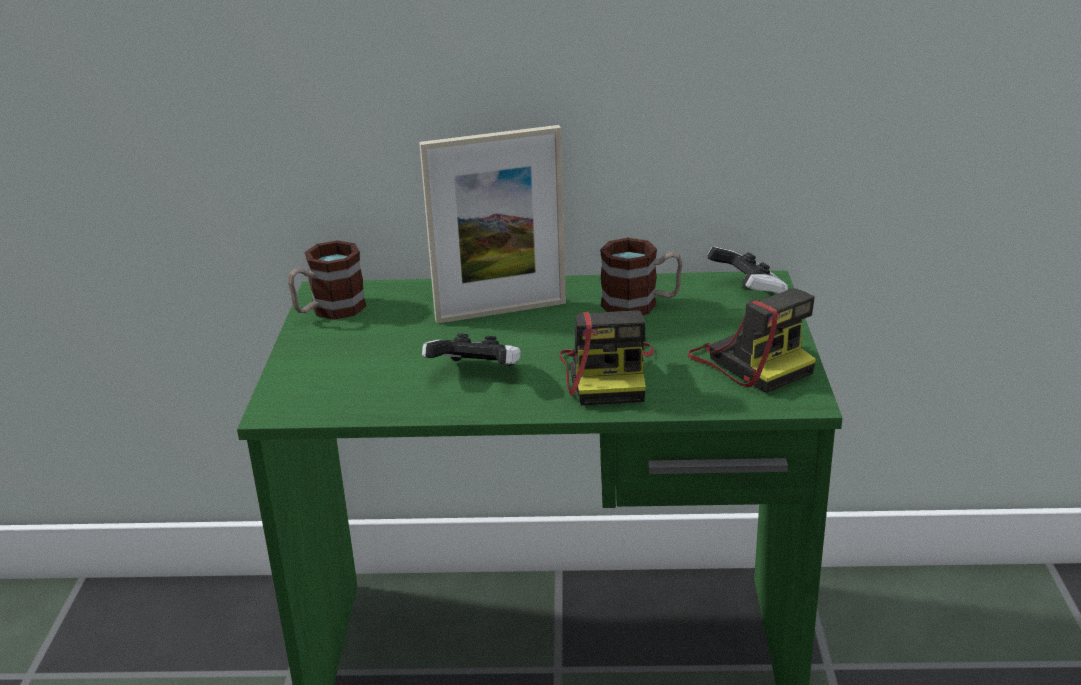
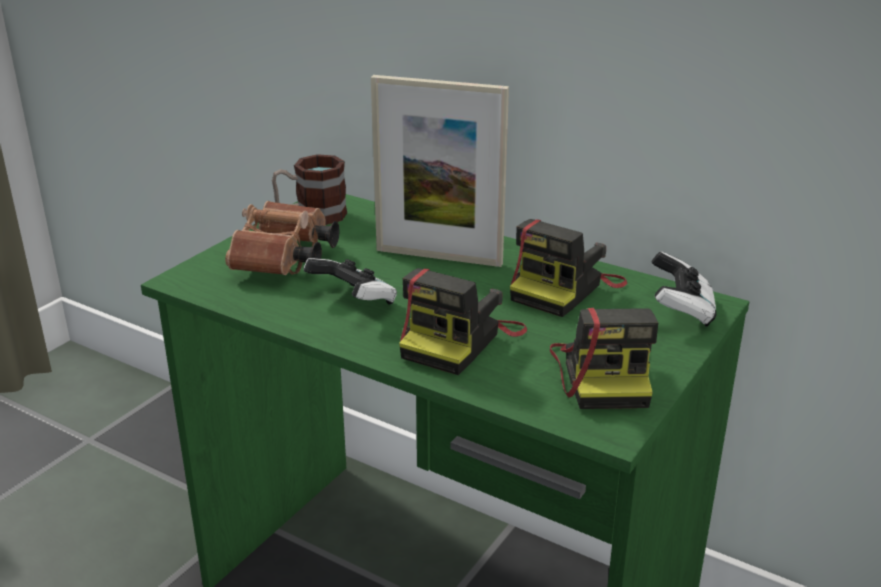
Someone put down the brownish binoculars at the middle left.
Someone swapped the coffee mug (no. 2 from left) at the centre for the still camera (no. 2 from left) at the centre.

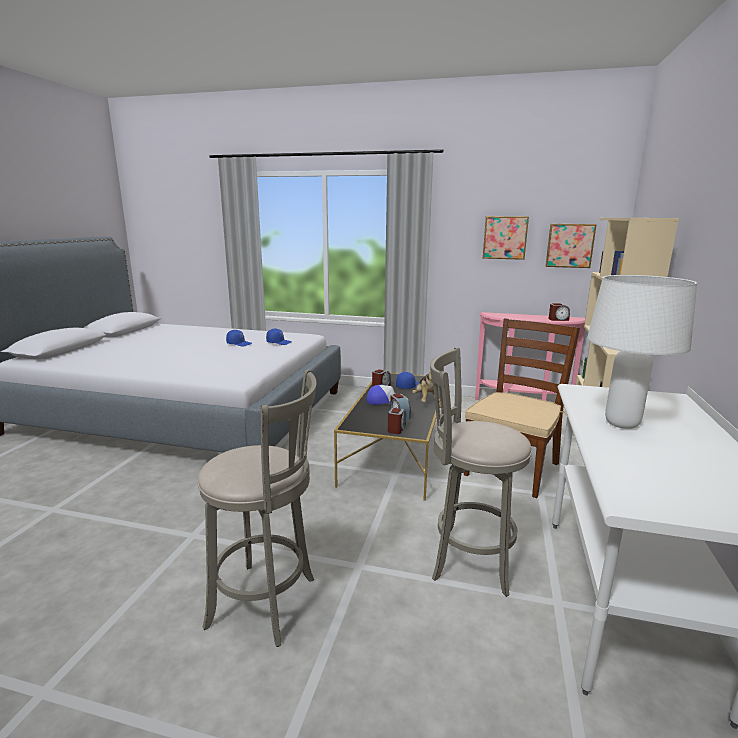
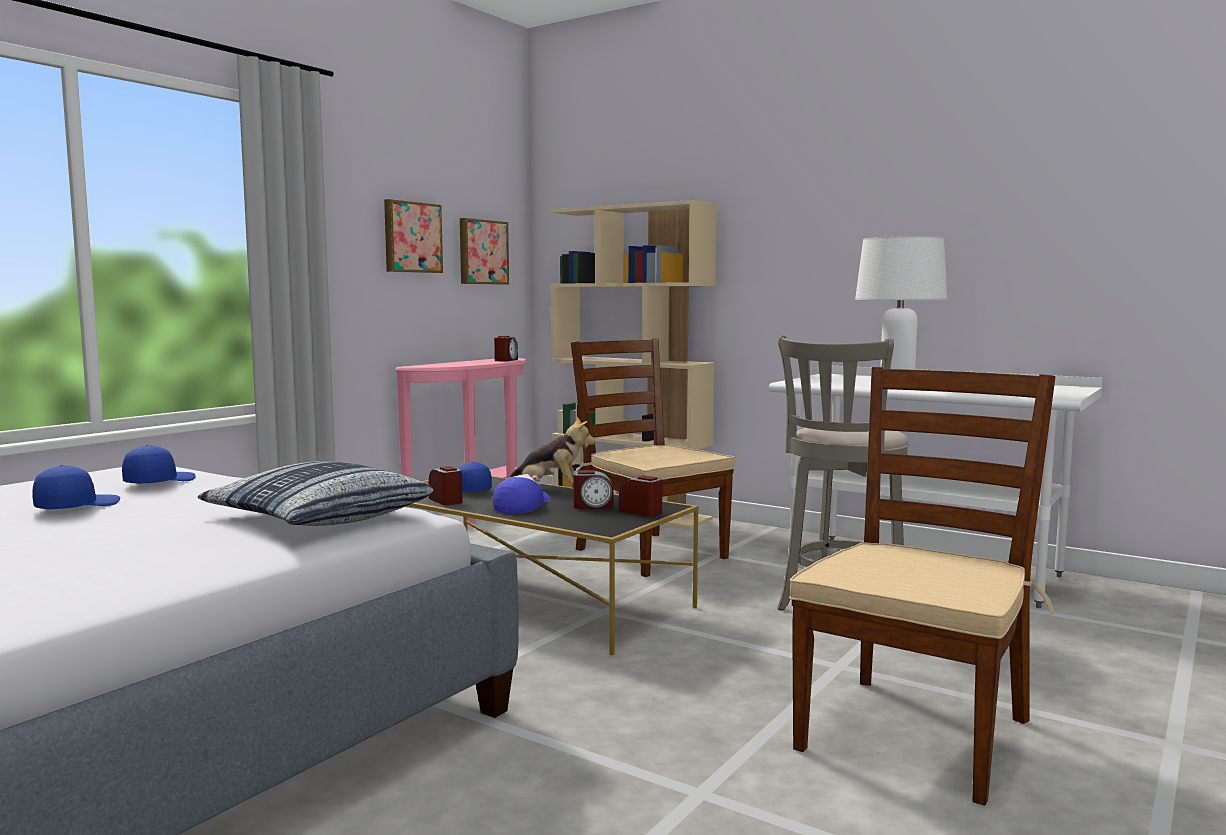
Someone put down the cushion at the middle left.
Someone swapped the grey stool (no. 1 from left) at the bottom centre for the brownish chair (no. 2 from left) at the bottom right.

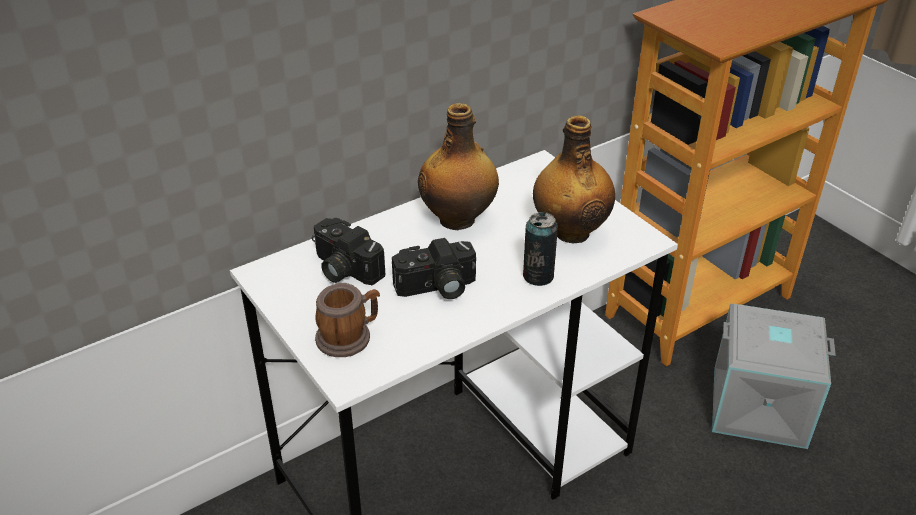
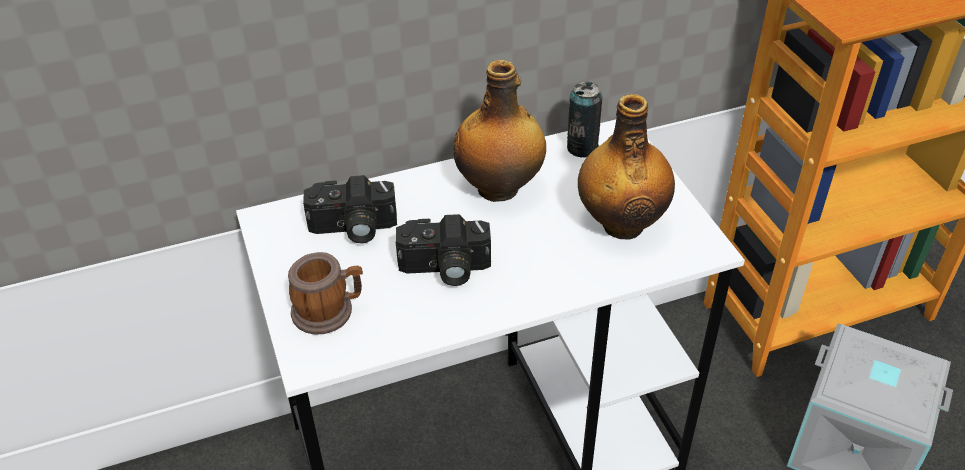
Someone carried the metal can from the centre to the top centre.
Someone rotated the still camera (no. 1 from left) at the centre by 60 degrees counterclockwise.

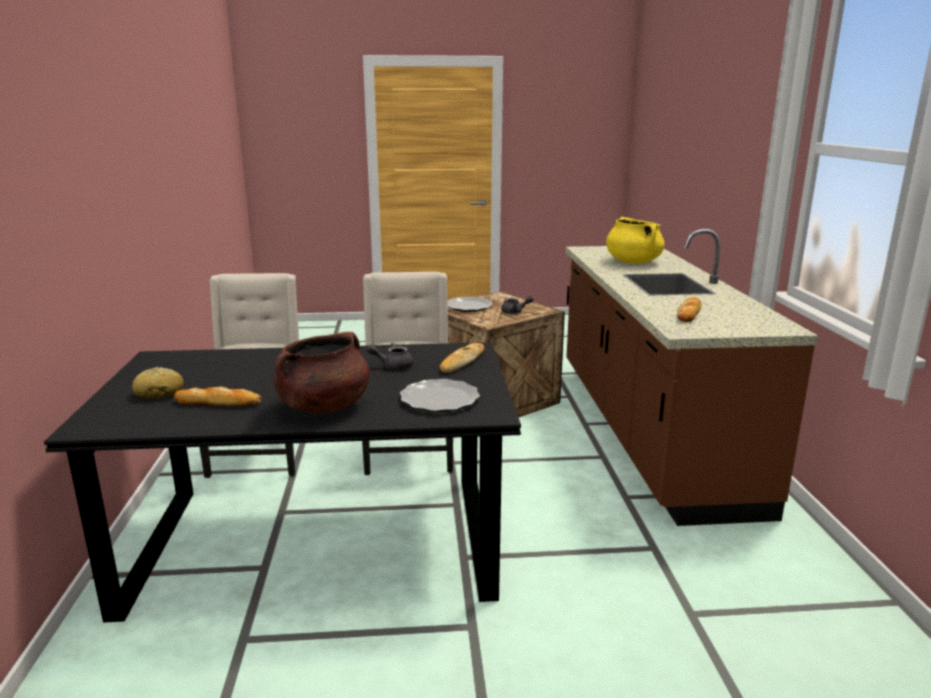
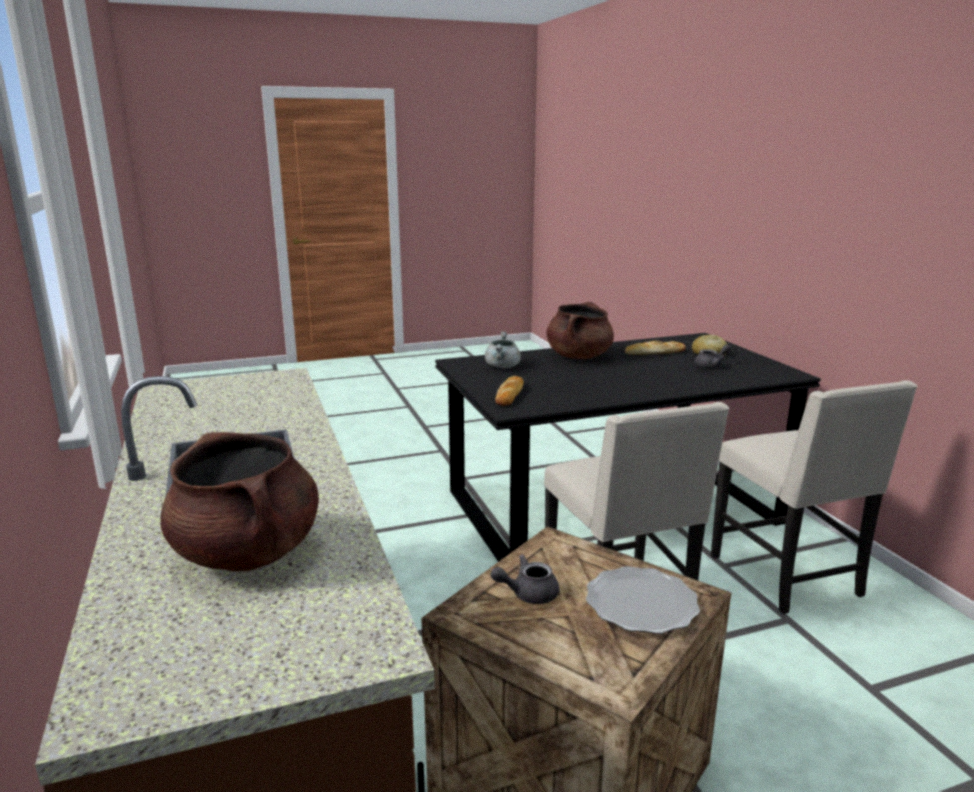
Someone took away the bakery bread (no. 4 from left) at the middle right.
Someone carried the grey pot for tea (no. 1 from left in the first image) from the centre to the middle right.
Someone swapped the flat dish (no. 1 from left) at the centre for the grey cooking pot at the centre.
Someone repainted the yellowish cooking pot at the middle right, which became the brownish cooking pot (no. 1 from left) at the middle left.

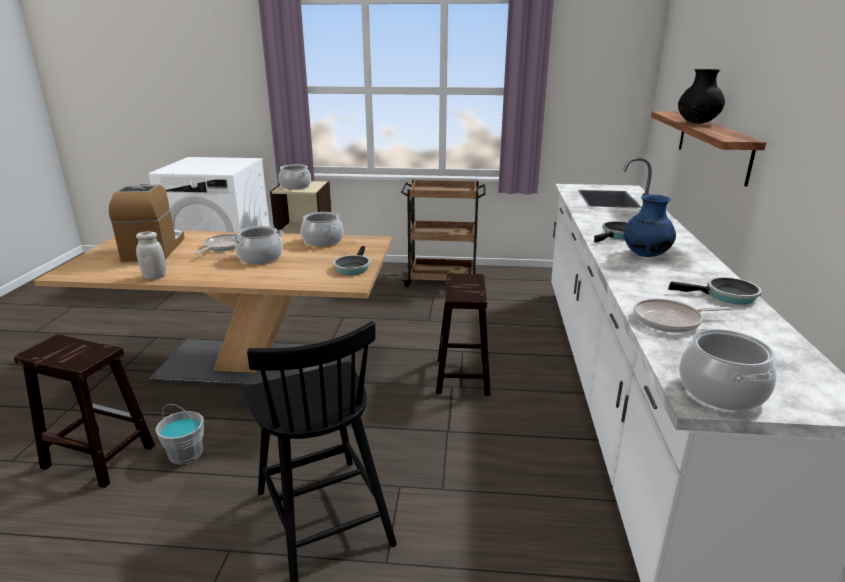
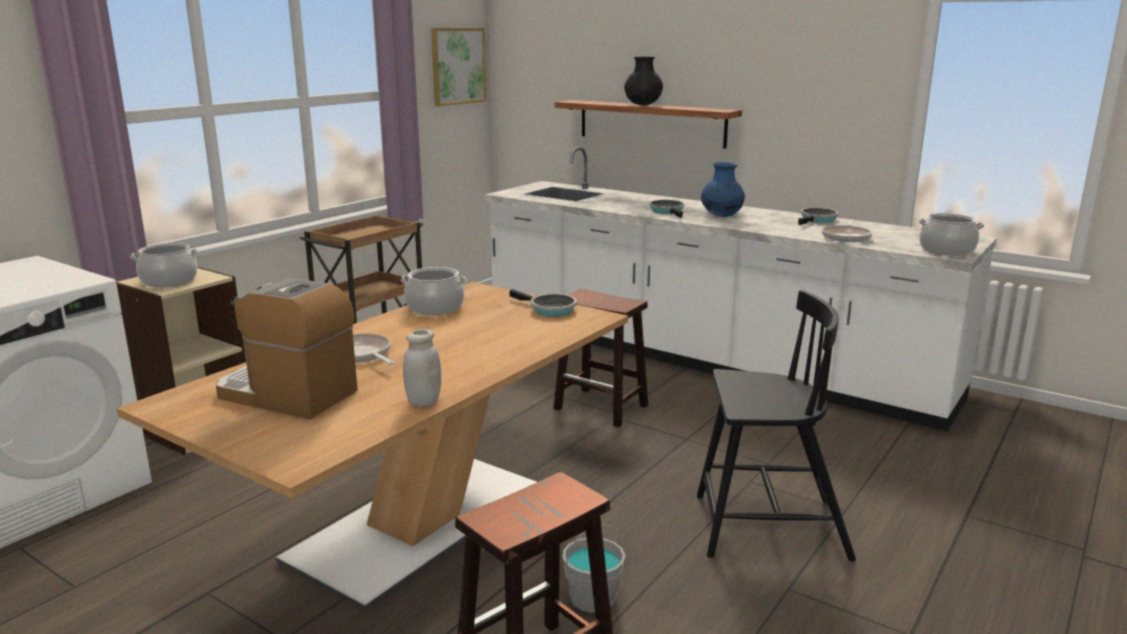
Someone took away the cooking pot (no. 1 from left) at the middle left.
Someone put up the picture at the top centre.

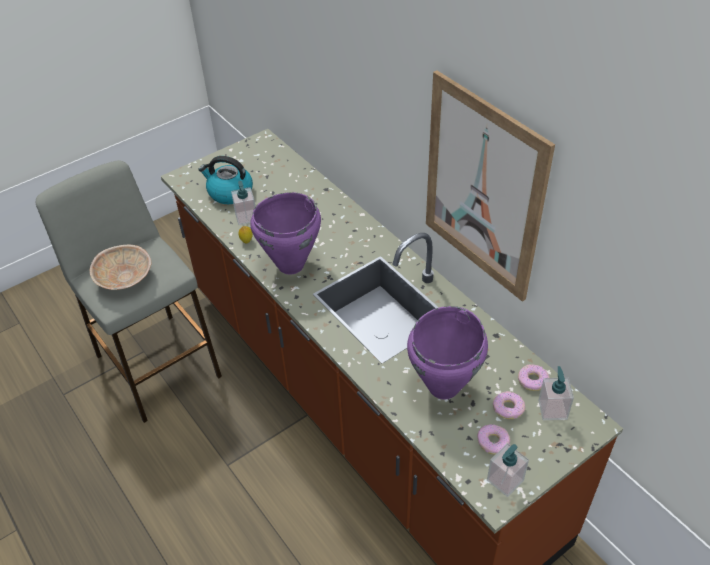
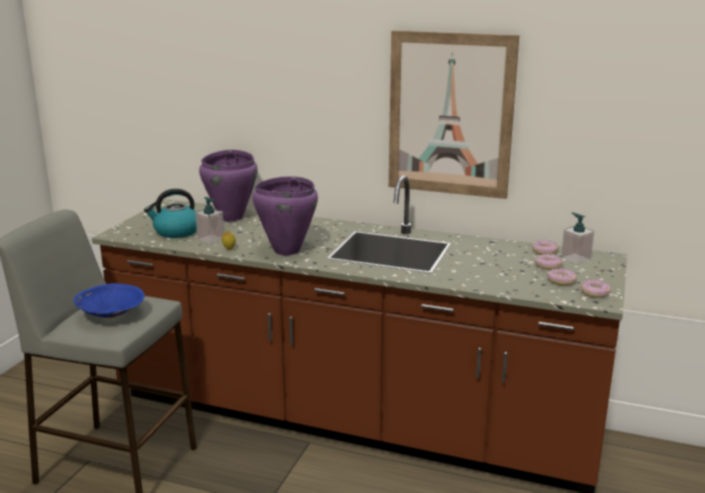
Someone carried the purple-coloured cooking pot (no. 2 from left in the first image) from the centre to the middle left.
Someone swapped the soap dispenser (no. 2 from left) at the bottom right for the donut (no. 4 from left) at the middle right.
Someone repainted the beige bowl at the middle left, which became the bluish bowl at the middle left.

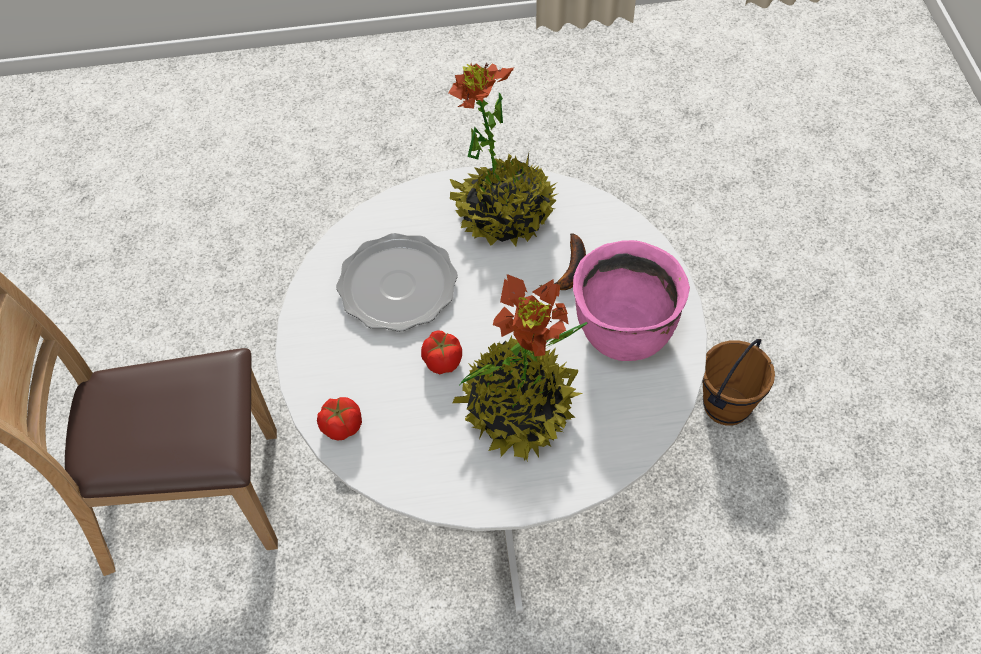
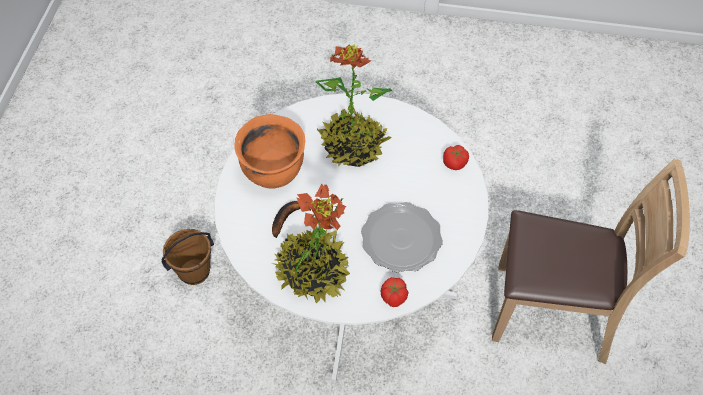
Someone carried the fresh tomato (no. 2 from left in the first image) from the centre to the bottom centre.
Someone repainted the pinkish cooking pot at the centre, which became the orange cooking pot at the centre.

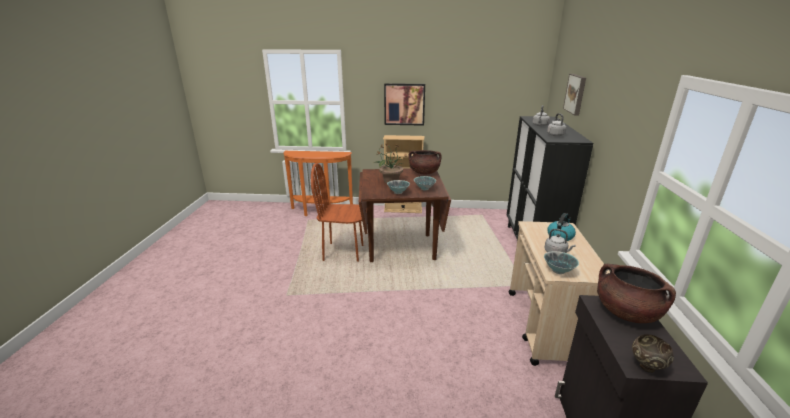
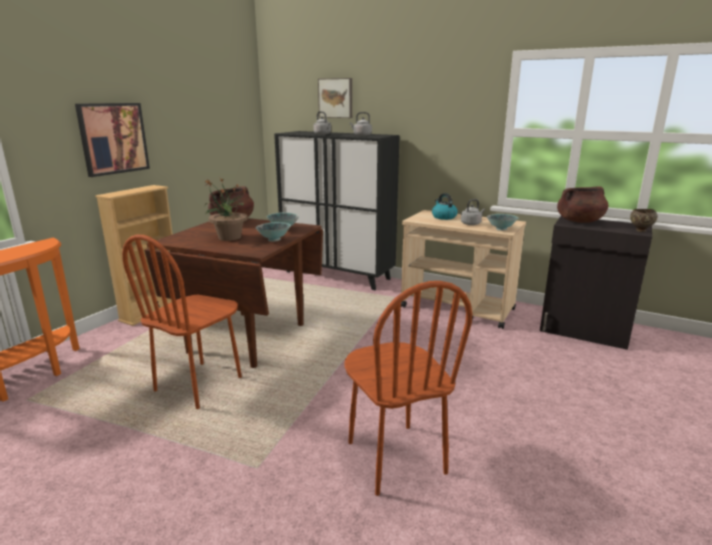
Someone put down the brownish chair (no. 2 from left) at the bottom centre.

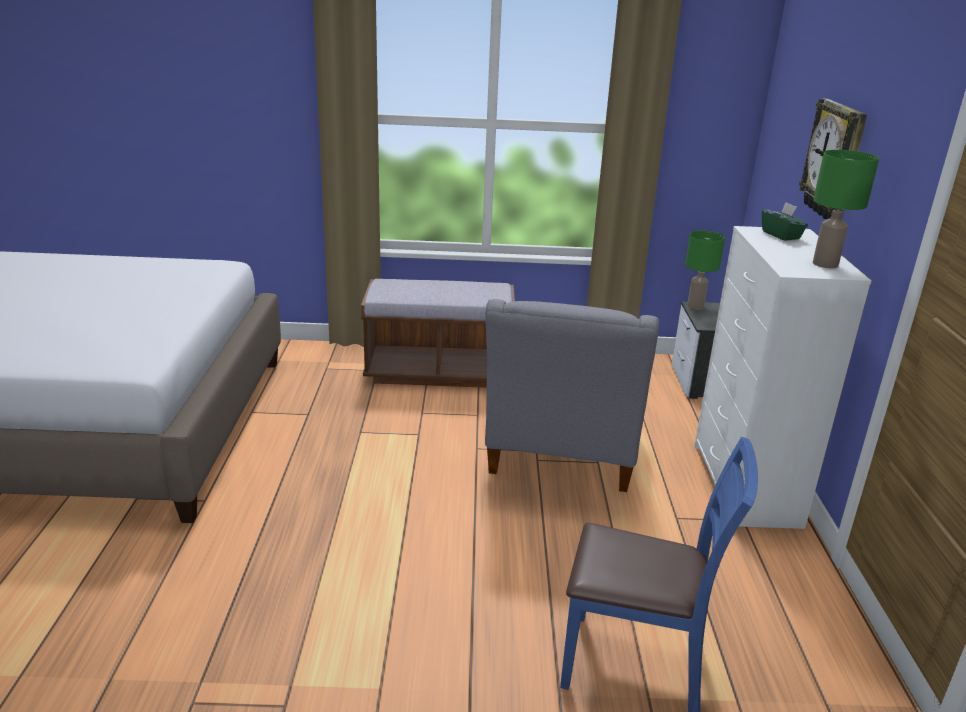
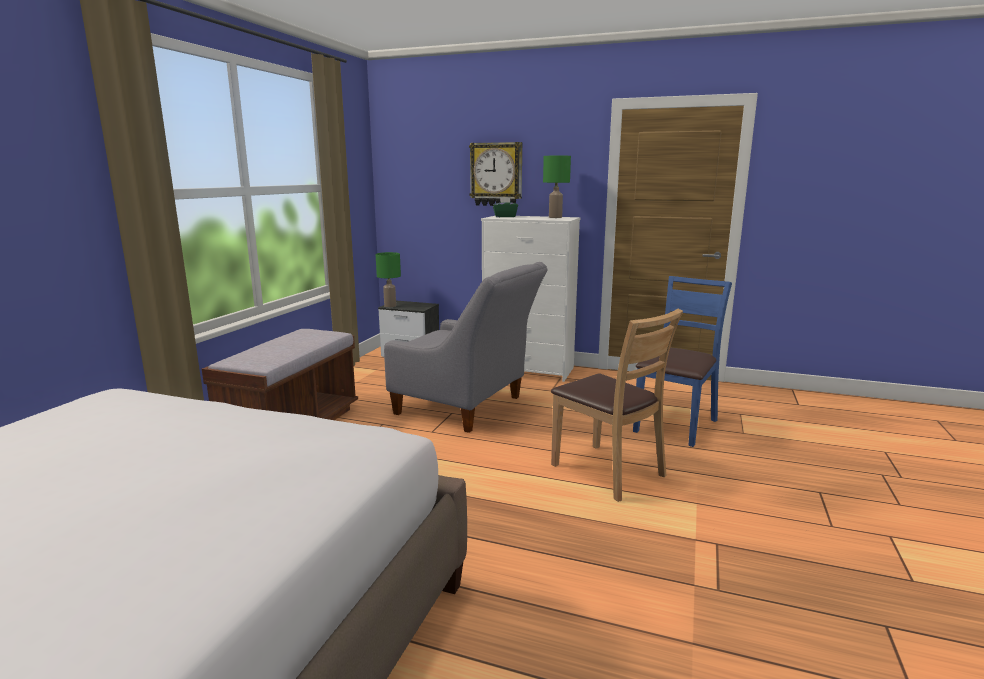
Someone put down the brownish chair at the centre.

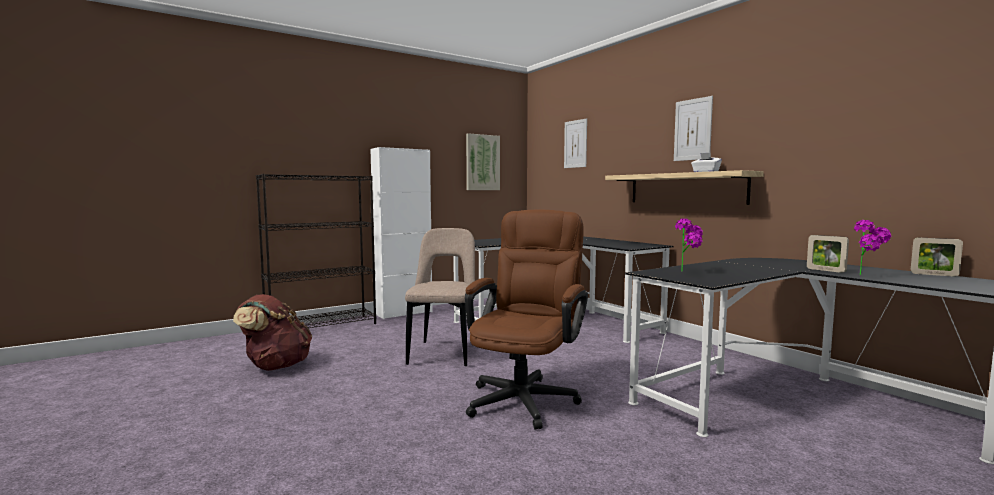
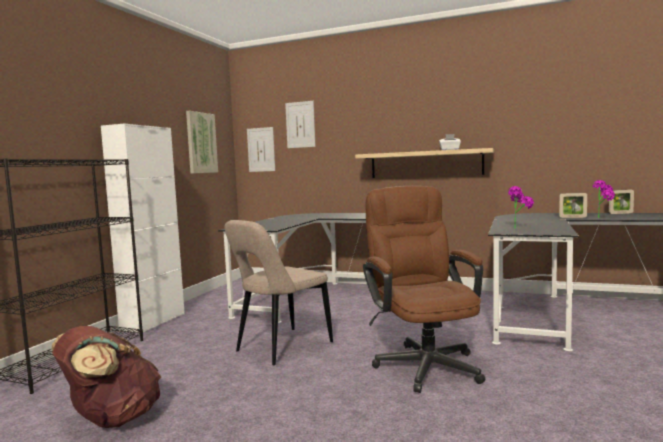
Someone carried the picture (no. 3 from left in the first image) from the top right to the centre.
Someone rotated the beige chair at the centre by 105 degrees counterclockwise.

